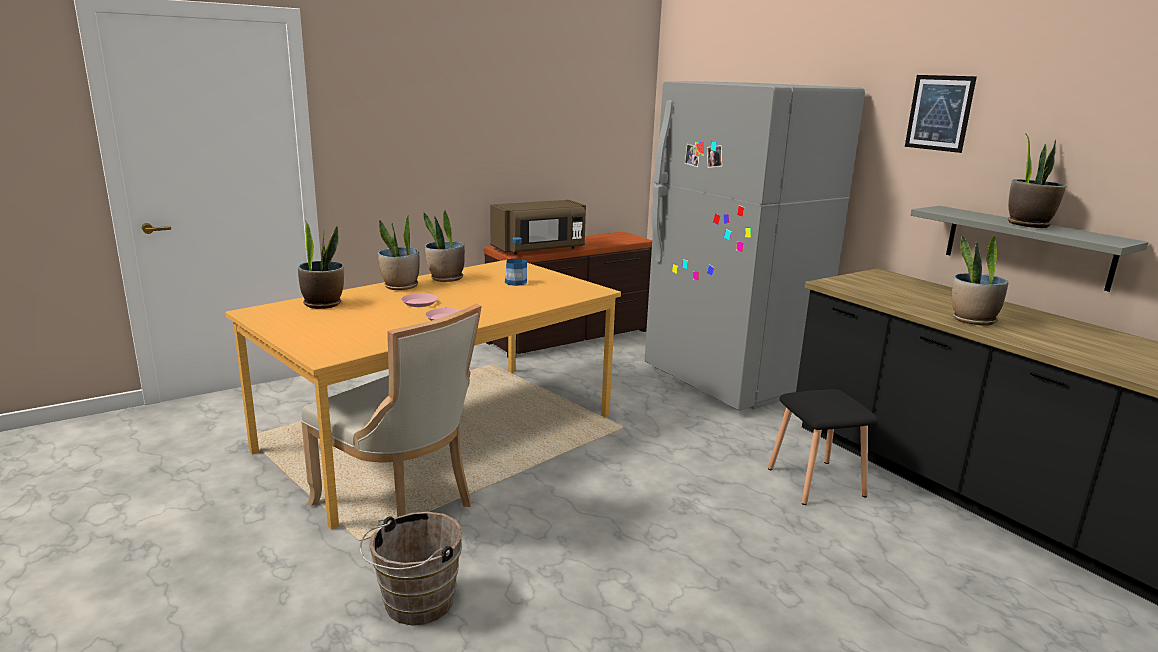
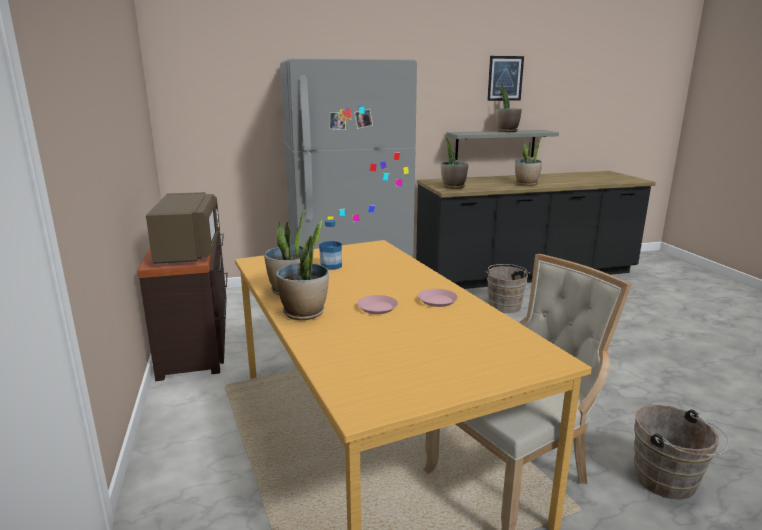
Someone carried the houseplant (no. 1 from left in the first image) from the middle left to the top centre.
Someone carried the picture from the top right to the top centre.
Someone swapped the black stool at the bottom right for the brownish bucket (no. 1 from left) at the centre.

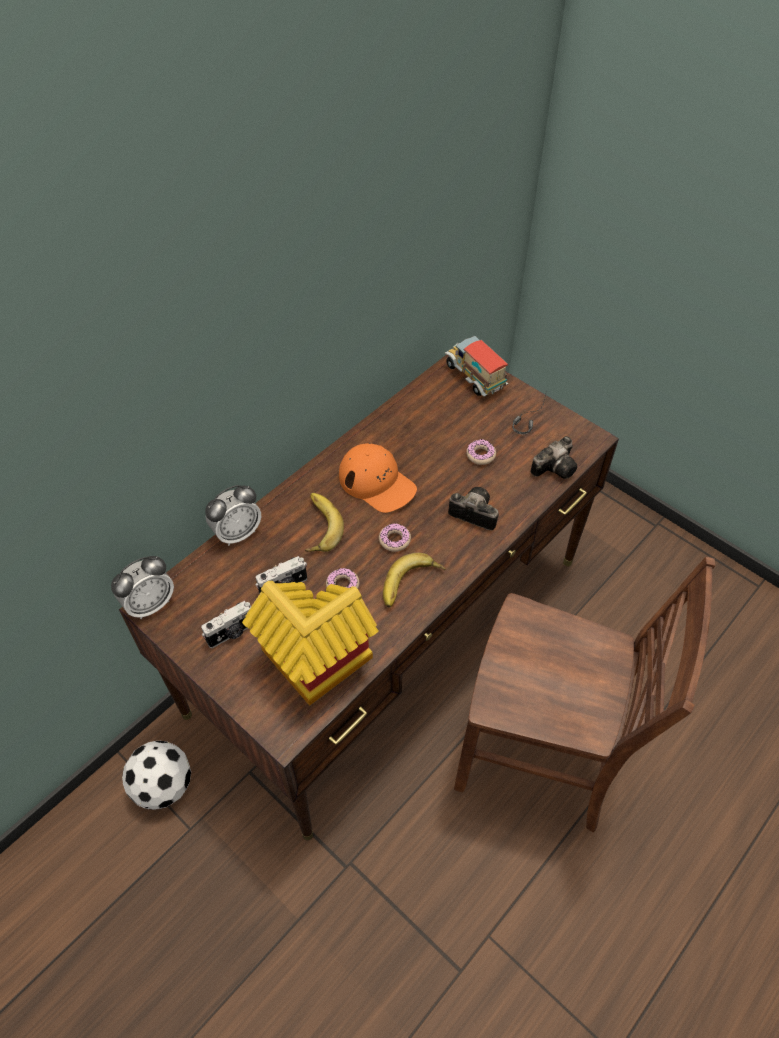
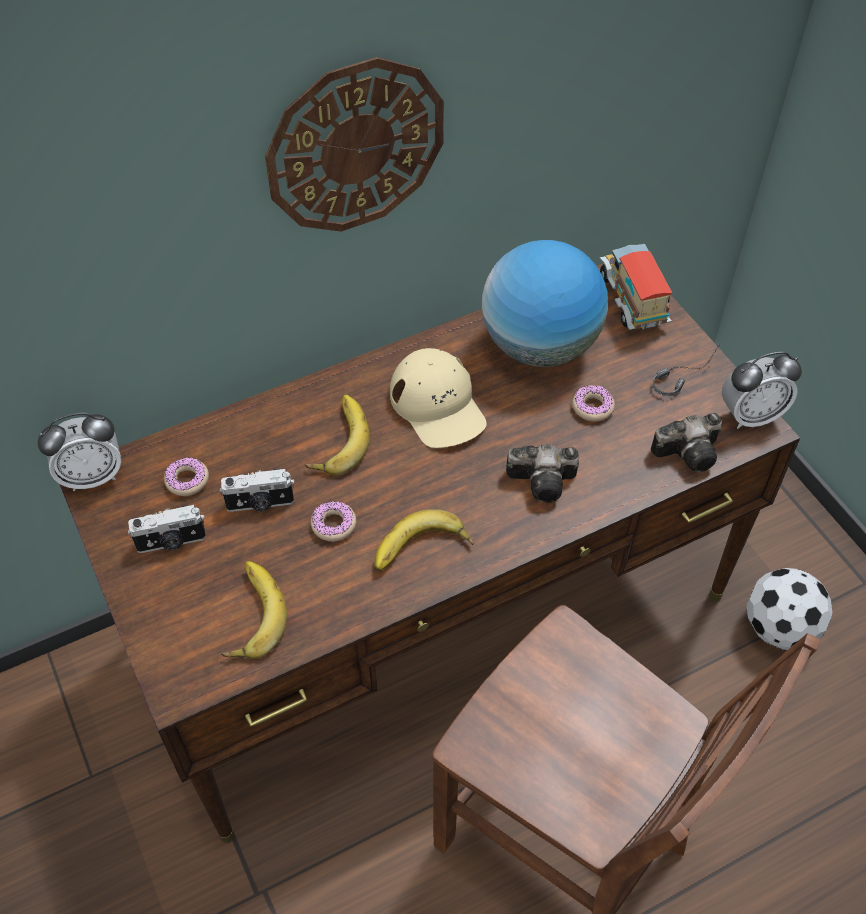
Someone put up the hanging clock at the top centre.
Someone put down the globe at the top centre.
Someone carried the football from the bottom left to the middle right.
Someone carried the bedside clock (no. 2 from left) from the middle left to the middle right.
Someone carried the donut (no. 2 from left in the first image) from the centre to the middle left.
Someone swapped the toy house at the centre for the banana fruit (no. 1 from left) at the bottom left.
Someone repainted the orange cap at the centre, which became the beige cap at the centre.
Someone rotated the still camera (no. 3 from left) at the centre by 135 degrees clockwise.

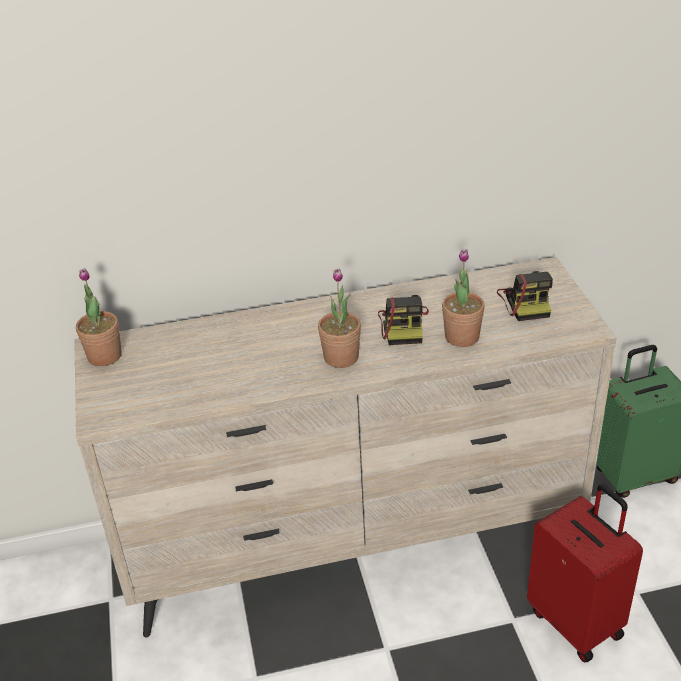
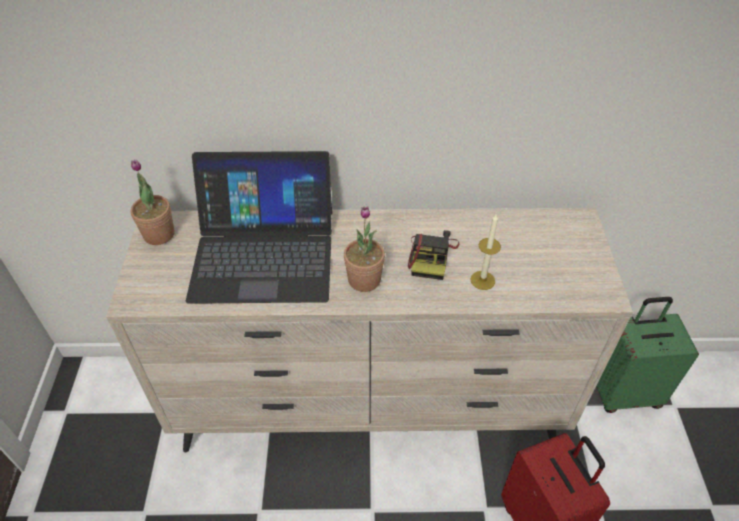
Someone took away the still camera (no. 2 from left) at the middle right.
Someone put down the portable computer at the centre.
Someone swapped the houseplant (no. 3 from left) at the middle right for the wax light at the centre.

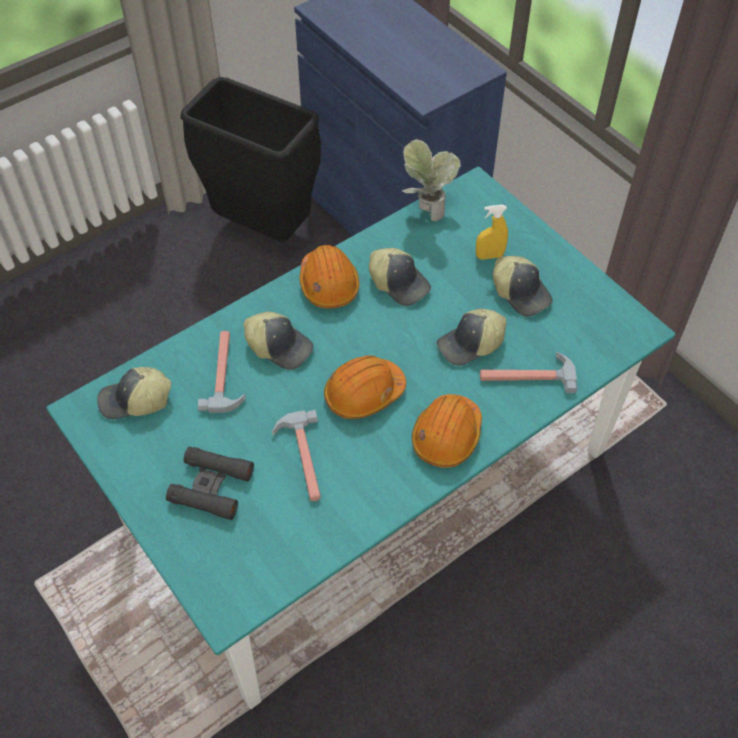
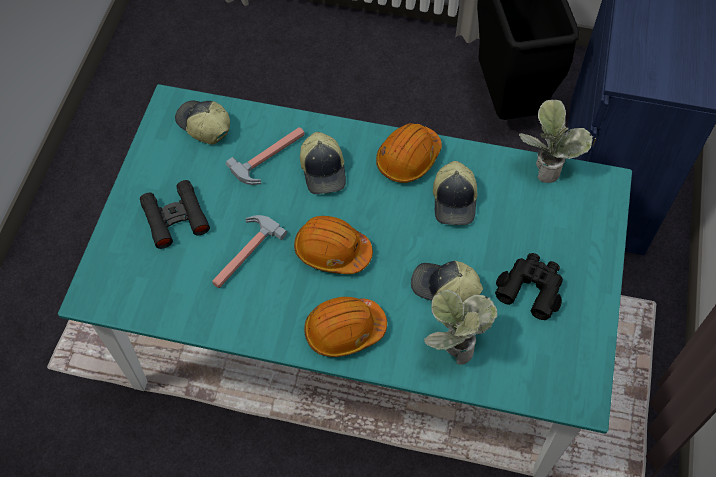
Someone took away the yellowish hand sprayer at the top right.
Someone swapped the hammer (no. 3 from left) at the middle right for the houseplant (no. 1 from left) at the bottom centre.
Someone swapped the cap (no. 5 from left) at the middle right for the black binoculars (no. 2 from left) at the middle right.

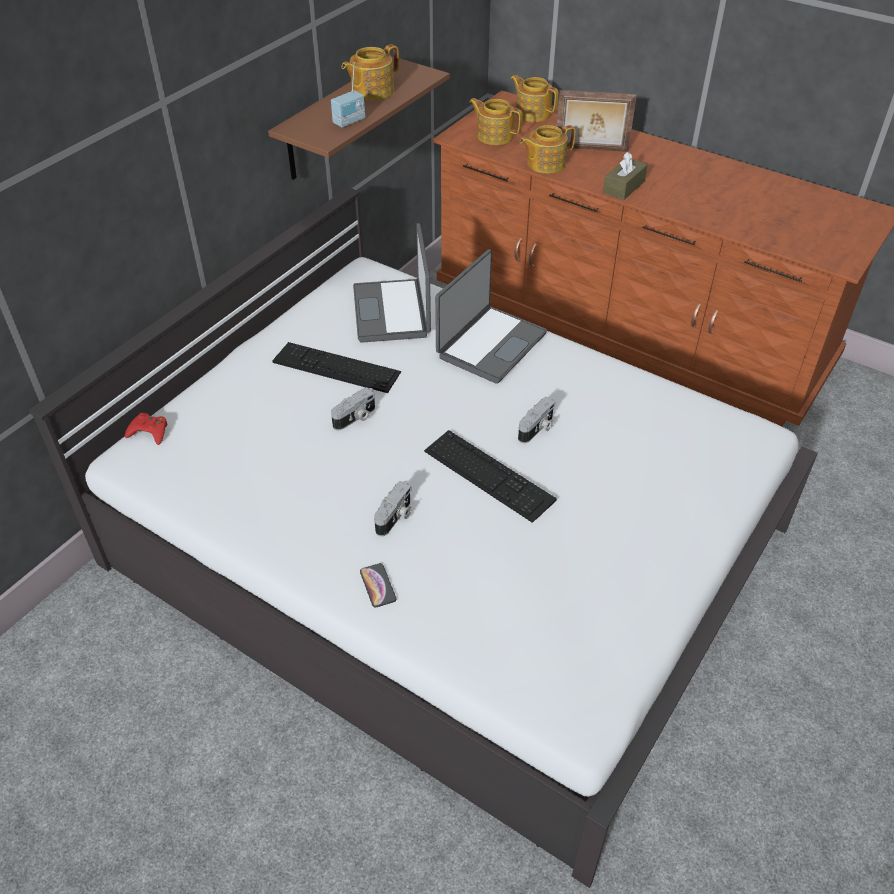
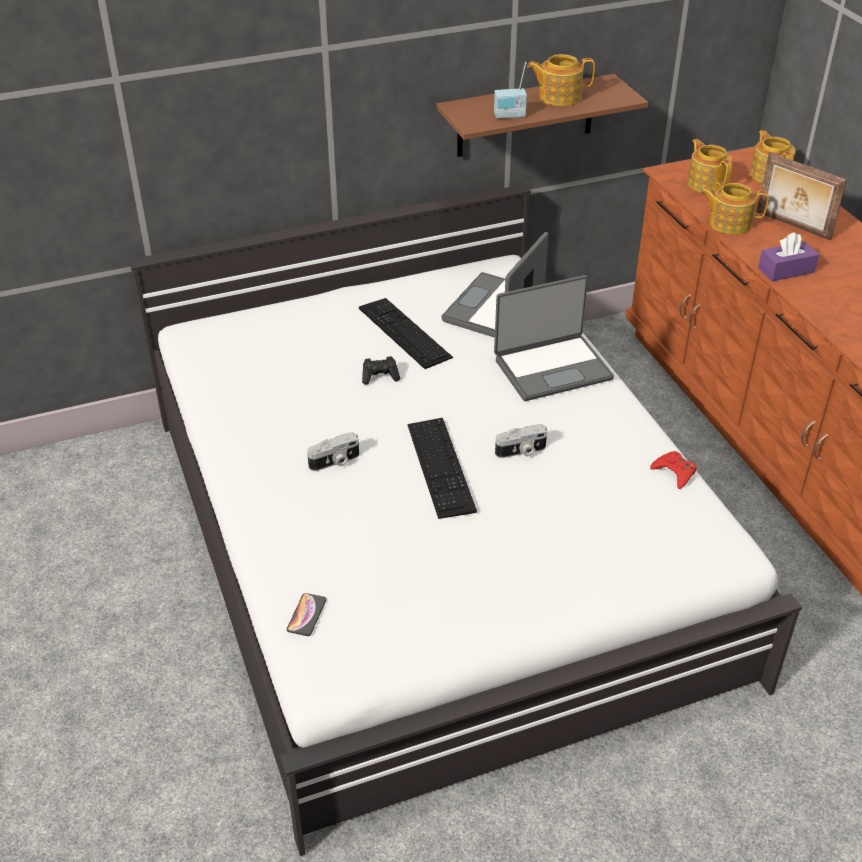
Someone carried the red joypad from the middle left to the middle right.
Someone carried the telephone from the centre to the bottom centre.
Someone swapped the still camera (no. 1 from left) at the centre for the black joypad at the centre.
Someone repainted the brownish tissue box at the top right, which became the purple-coloured tissue box at the top right.

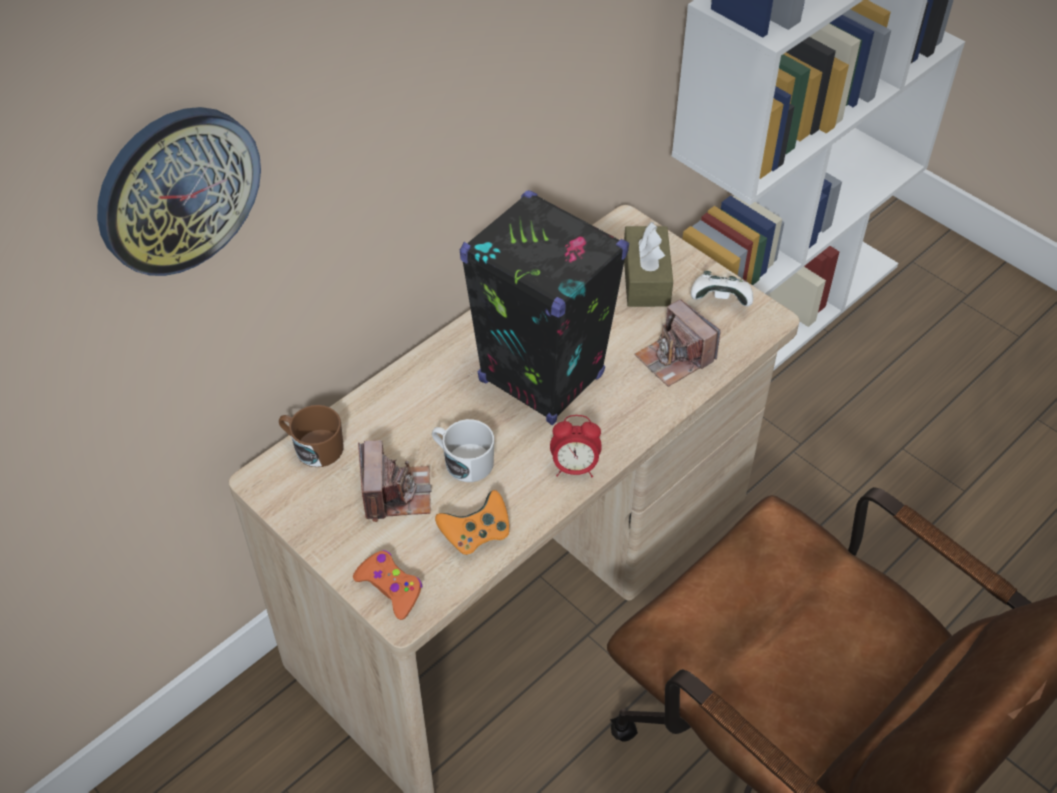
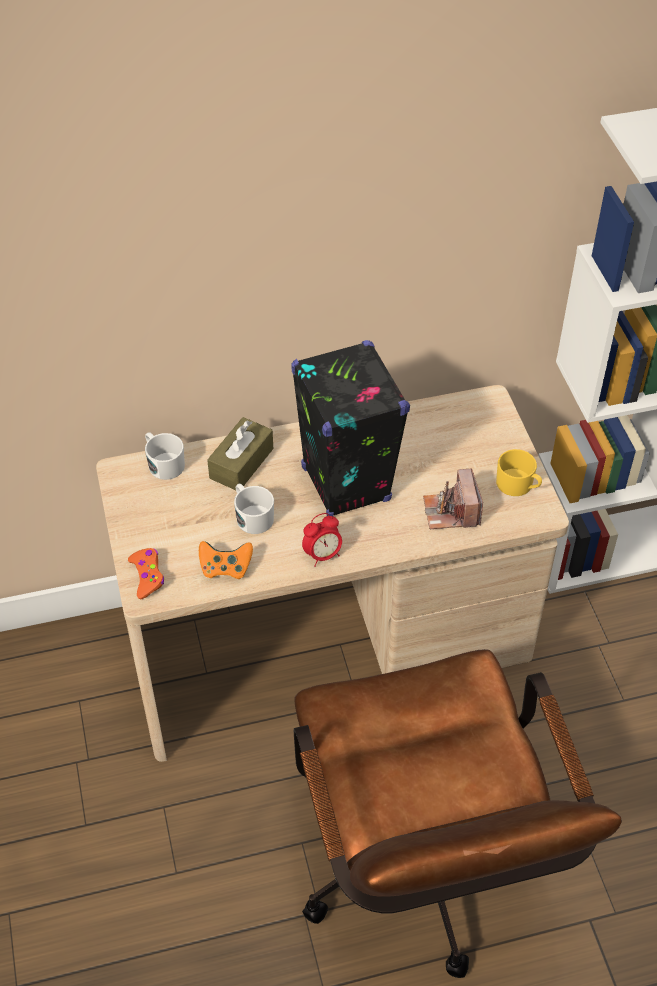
Someone took away the hanging clock at the top left.
Someone took away the still camera (no. 1 from left) at the centre.
Someone carried the brownish tissue box from the top centre to the centre.
Someone swapped the white-coloured joypad at the middle right for the yellowish coffee mug at the middle right.
Someone repainted the brownish coffee mug at the middle left, which became the white-coloured coffee mug (no. 1 from left) at the middle left.
Someone rotated the bedside clock at the centre by 60 degrees counterclockwise.

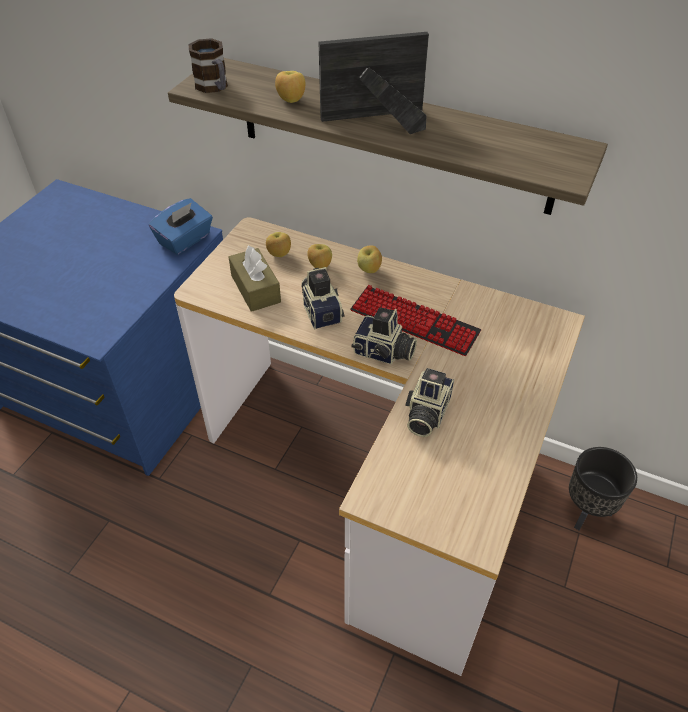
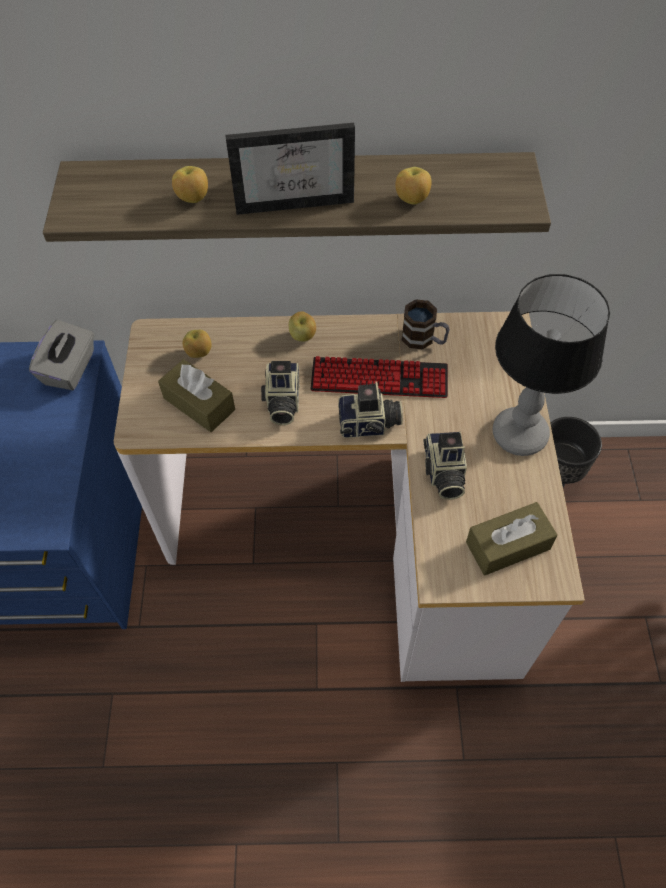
Someone put down the brownish tissue box (no. 2 from left) at the middle right.
Someone put down the lamp for a table at the middle right.
Someone carried the coffee mug from the top left to the centre.
Someone carried the apple fruit (no. 3 from left in the first image) from the centre to the top centre.
Someone repainted the bluish tissue box at the top left, which became the grey tissue box at the middle left.
Someone rotated the still camera (no. 1 from left) at the centre by 135 degrees counterclockwise.
Someone rotated the picture frame at the top centre by 150 degrees counterclockwise.

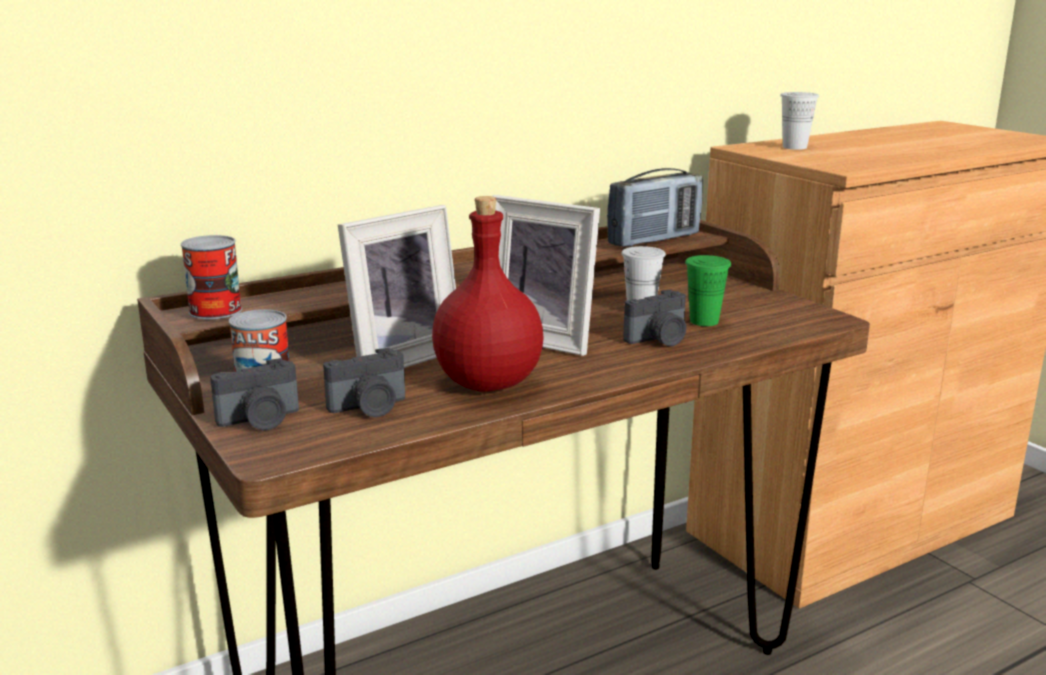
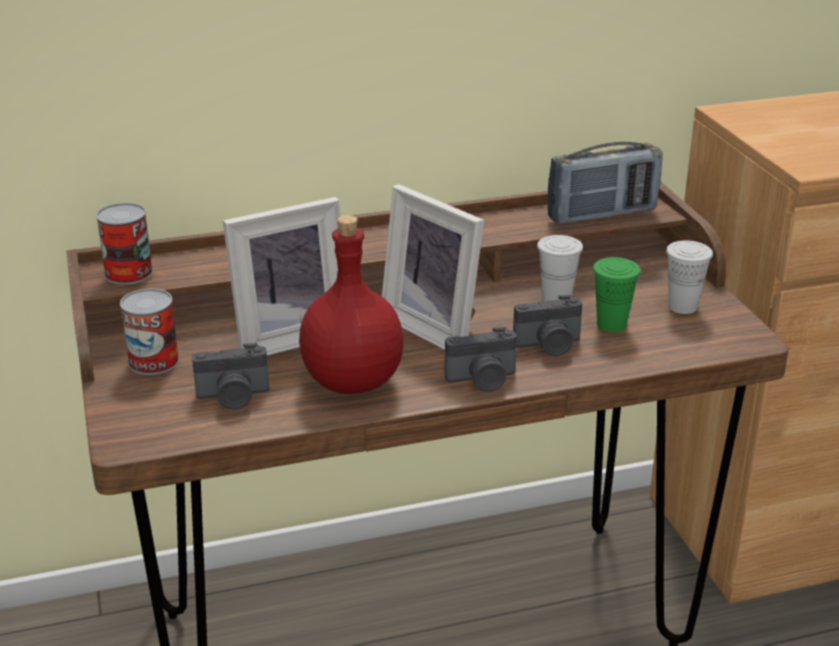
Someone carried the still camera (no. 1 from left in the first image) from the middle left to the centre.
Someone carried the white-coloured cup (no. 2 from left) from the top right to the middle right.

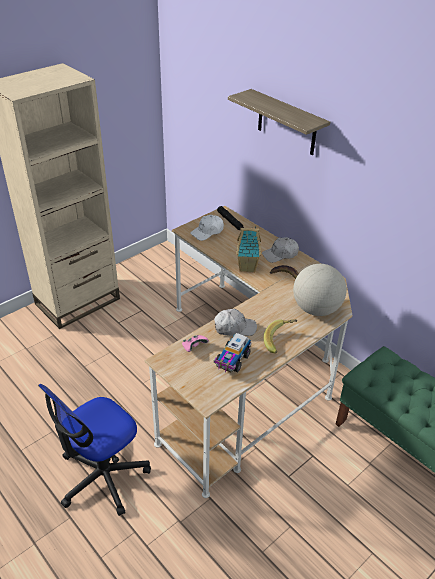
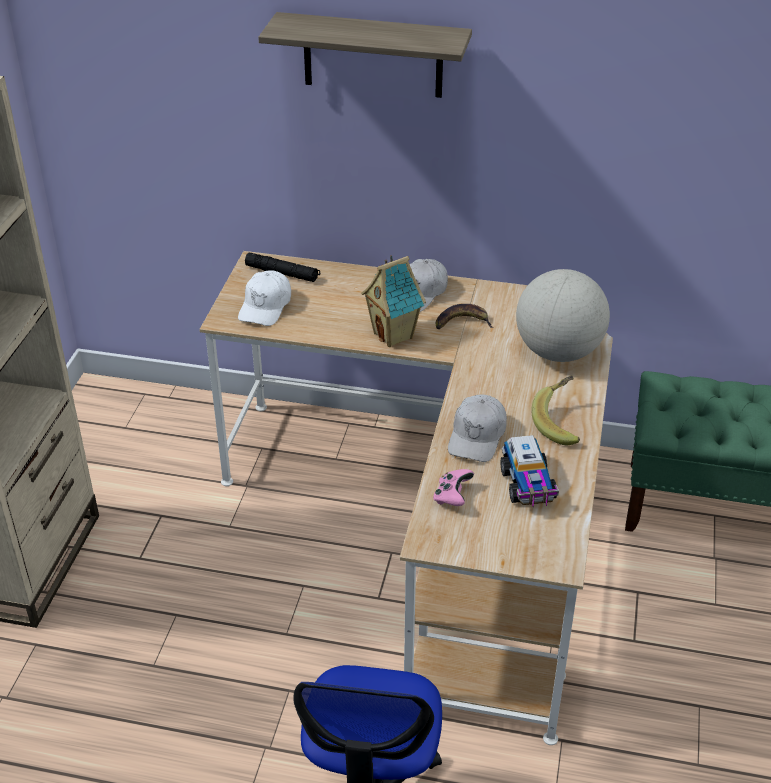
Someone rotated the white-coloured cap (no. 2 from left in the first image) at the centre by 150 degrees clockwise.

